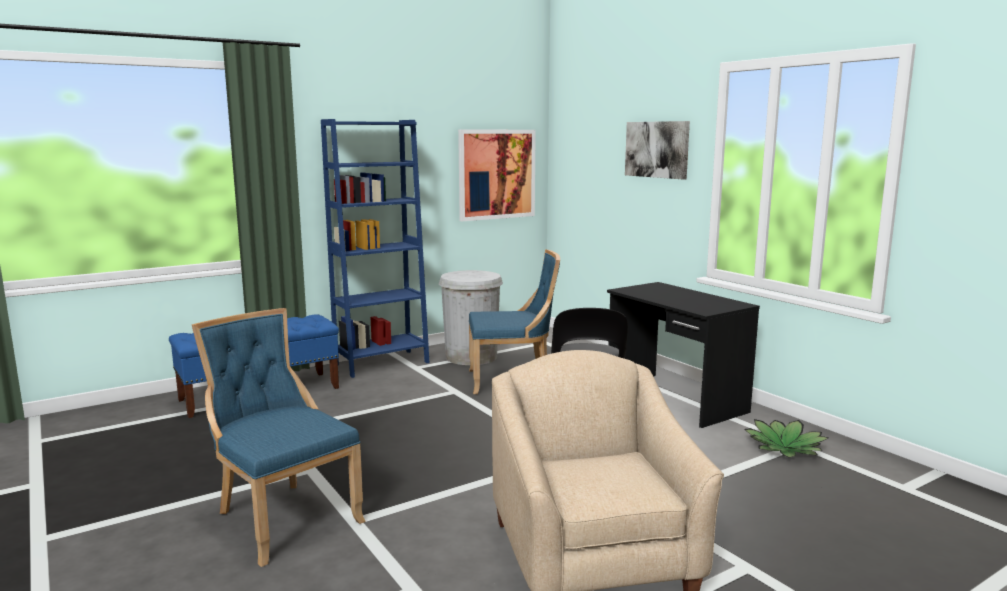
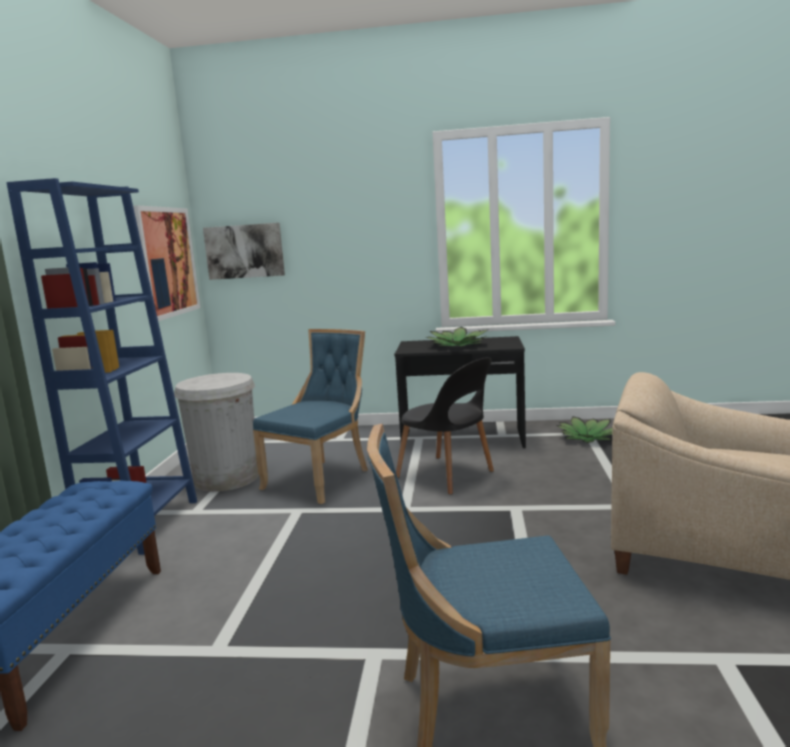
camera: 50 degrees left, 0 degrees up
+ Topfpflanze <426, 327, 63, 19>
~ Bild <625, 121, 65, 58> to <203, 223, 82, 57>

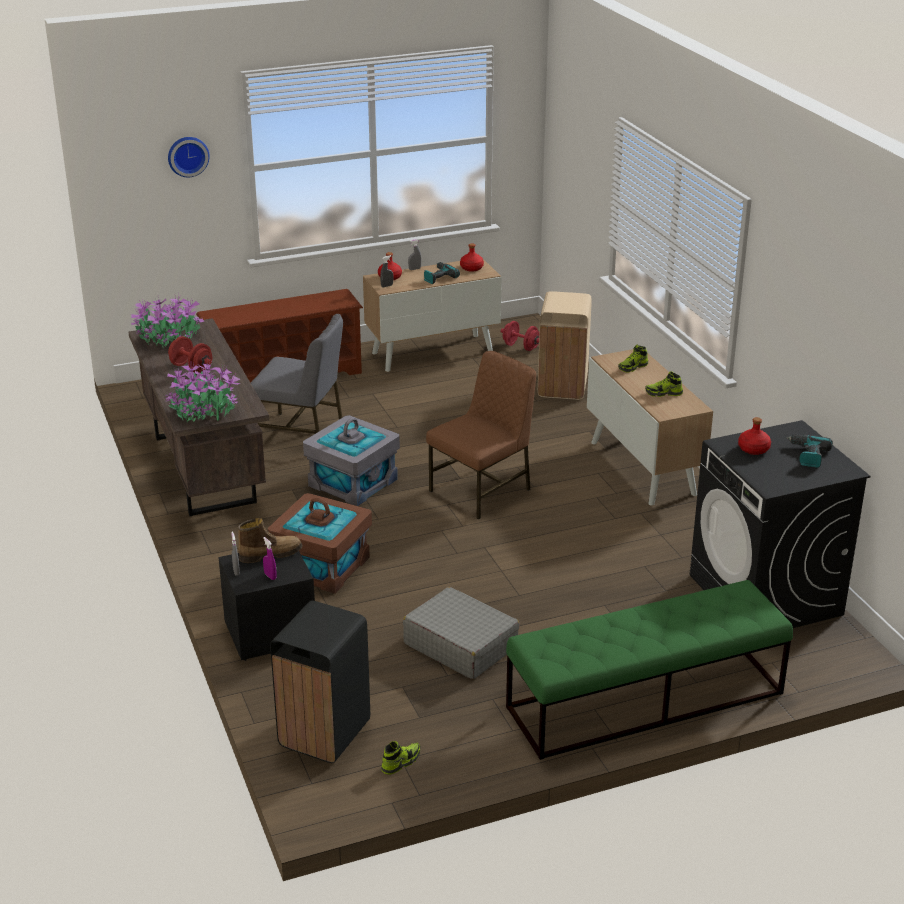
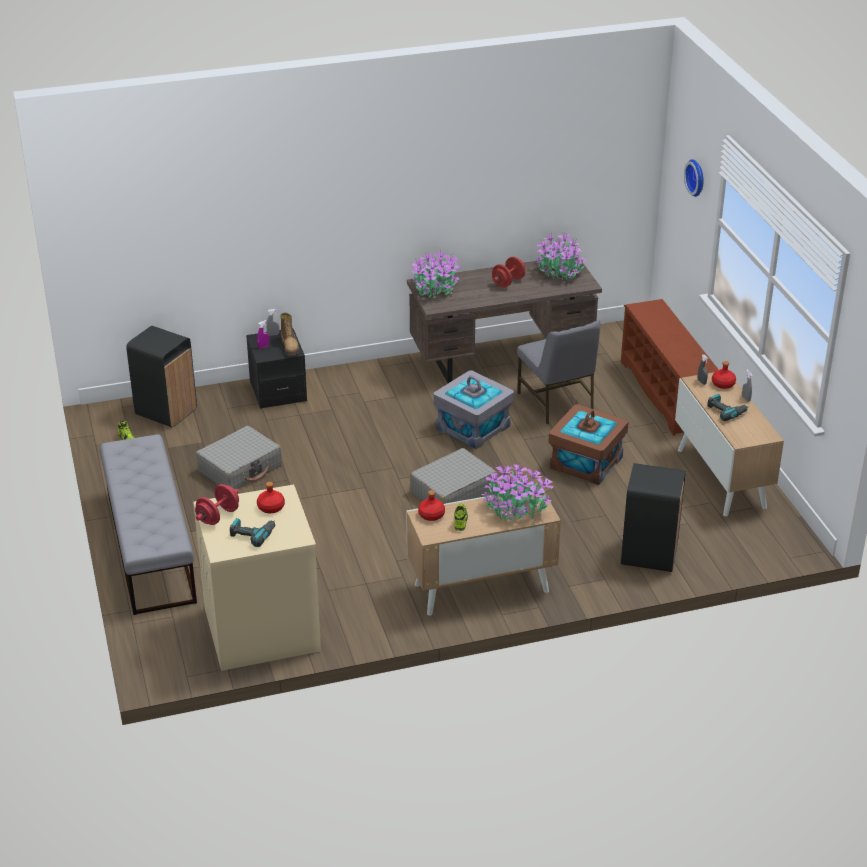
camera: 95 degrees right, 5 degrees up
~ Aufbewahrungsbox [braun] <268, 493, 104, 101> to <549, 404, 79, 81>
~ Flasche [rot] <460, 243, 24, 29> to <418, 490, 27, 31>
~ Hantel [rot] <501, 321, 38, 30> to <195, 484, 44, 41>
~ Stuhl [braun] <426, 351, 110, 168> to Koffer [grau] <410, 448, 86, 56>
~ Schuh <618, 345, 30, 28> to Topfpflanze <482, 462, 72, 59>
~ Bank [grün] <506, 580, 287, 180> to Bank [grau] <100, 435, 97, 180>
~ Mülleimer [beige] <538, 291, 54, 109> to Mülleimer [schwarz] <621, 463, 65, 109>
~ Waschmaschine [schwarz] <690, 420, 180, 208> to Waschmaschine [beige] <193, 484, 128, 187>
~ Stuhl [grau] <251, 314, 92, 120> = <517, 320, 83, 104> 45 degrees counterclockwise

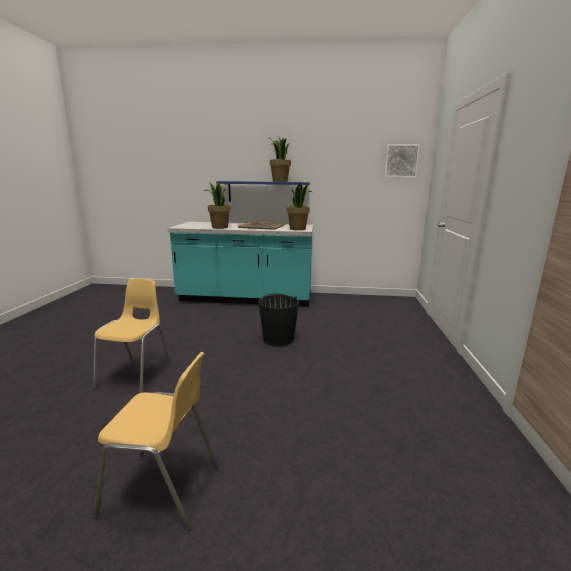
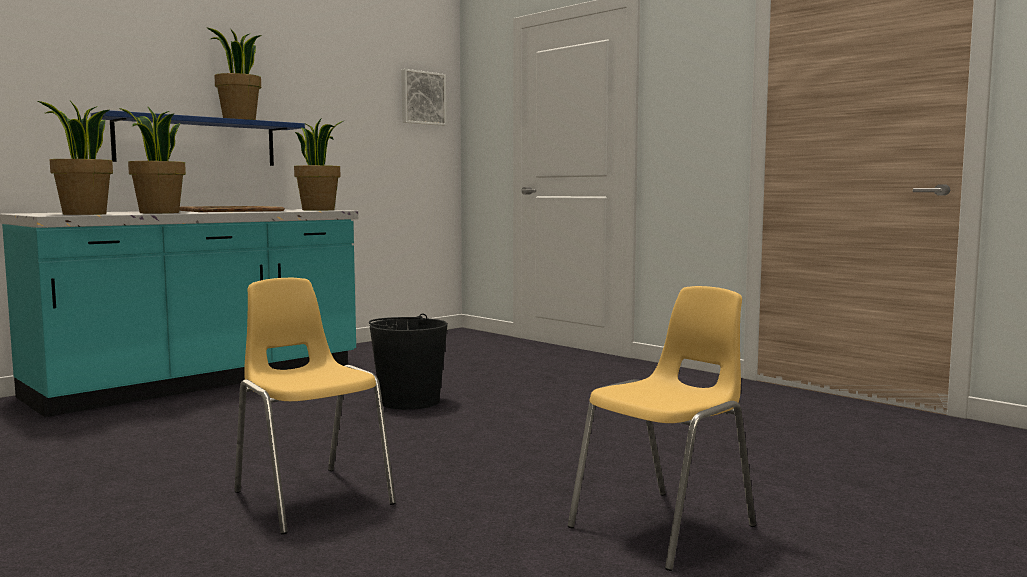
camera: 50 degrees left, 10 degrees down
+ Topfpflanze <38, 101, 75, 114>

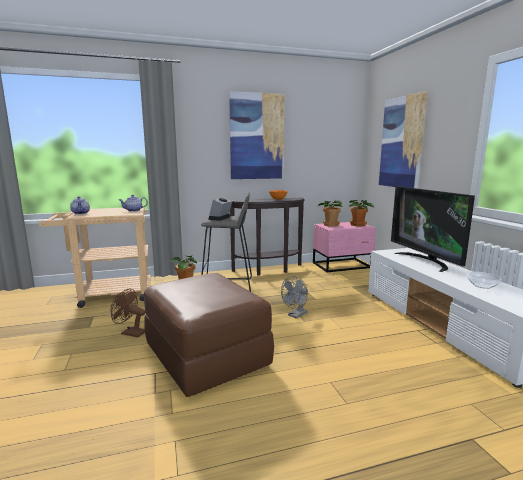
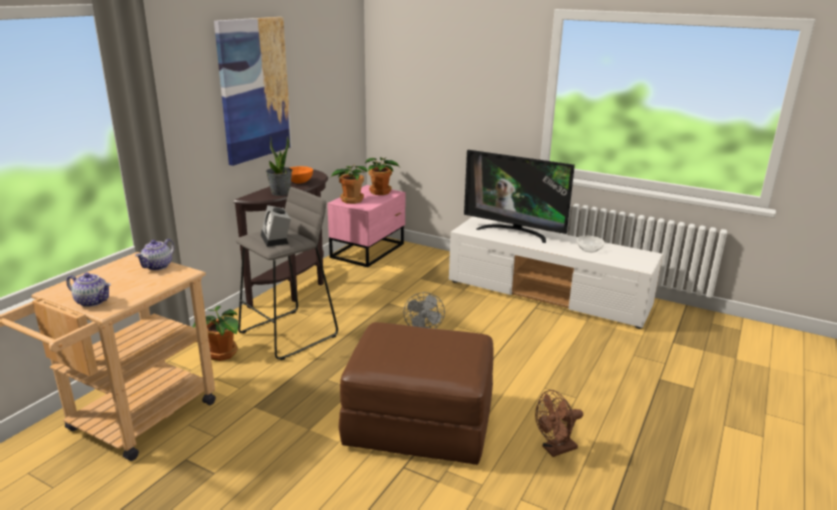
camera: 45 degrees left, 10 degrees up
- Bild <379, 91, 49, 98>
+ Topfpflanze <266, 136, 26, 60>
~ Ventilator [braun] <110, 289, 35, 48> to <535, 390, 48, 67>

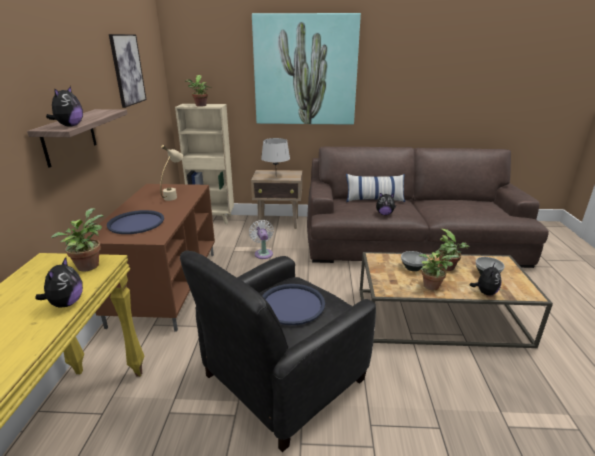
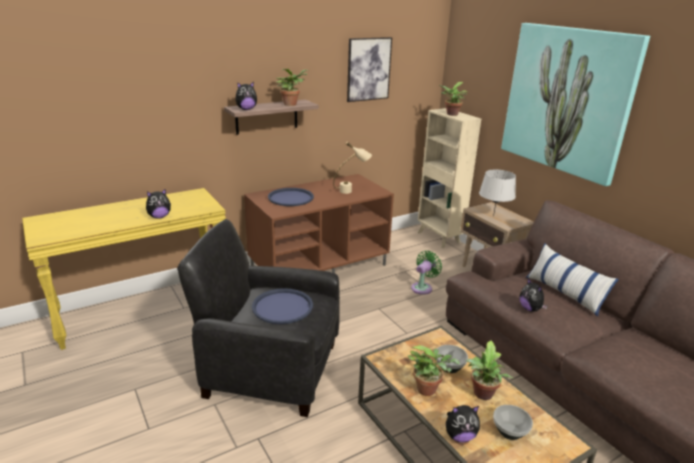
camera: 55 degrees right, 0 degrees up
~ Topfpflanze <51, 208, 53, 64> to <276, 69, 33, 37>
~ Ventilator [weiß] <249, 220, 25, 39> to Ventilator [grün] <411, 251, 31, 44>

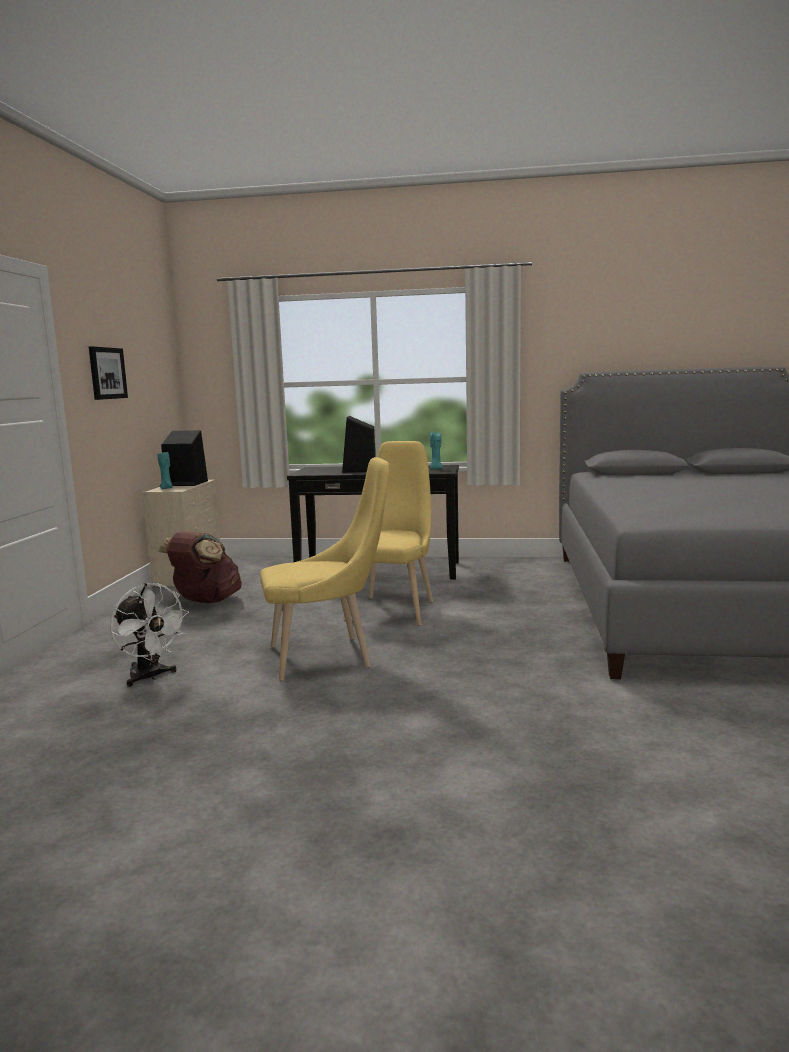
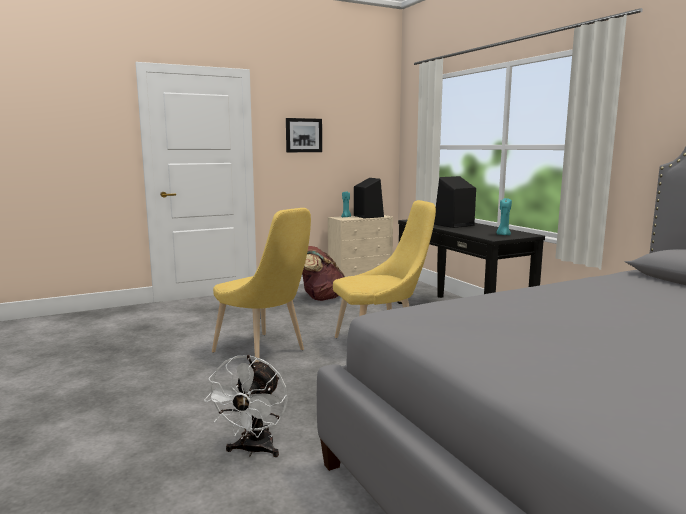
camera: 55 degrees right, 0 degrees up
~ Ventilator [weiß] <110, 583, 79, 104> to <204, 355, 84, 102>

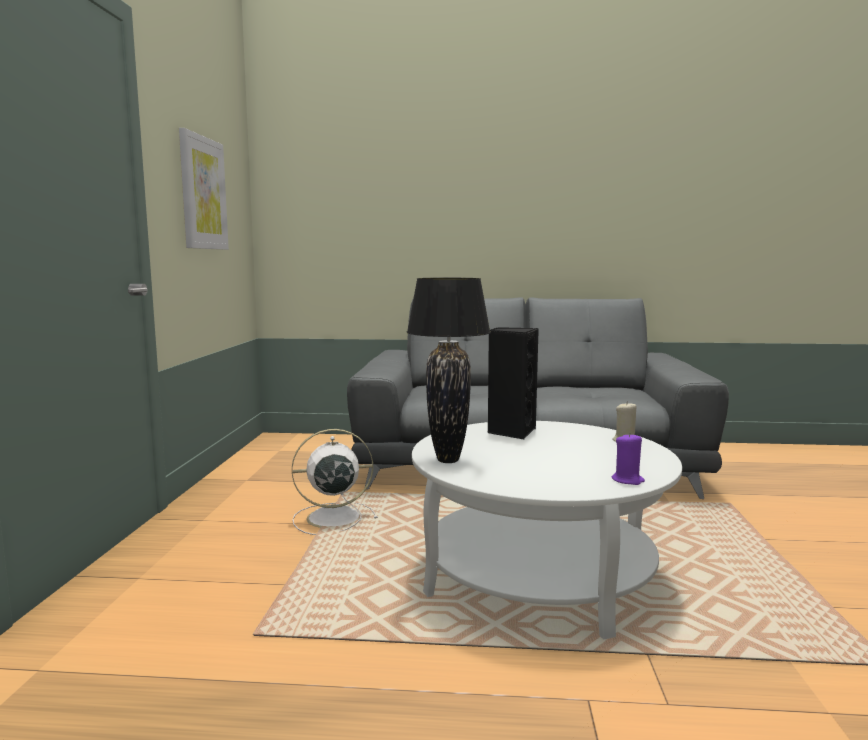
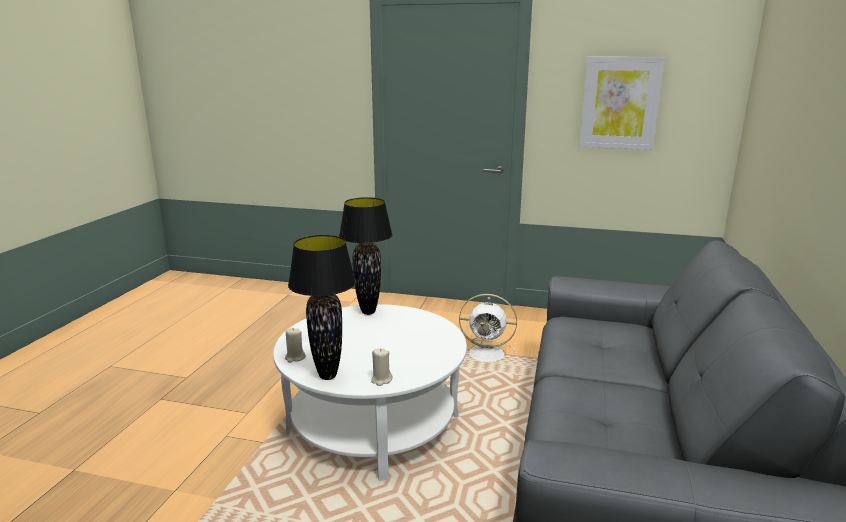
camera: 100 degrees right, 10 degrees up
- Lautsprecher [schwarz] <488, 327, 51, 112>
+ Tischlampe [schwarz] <288, 235, 68, 145>
~ Kerze [lila] <612, 433, 33, 52> to Kerze [beige] <285, 328, 21, 35>
~ Ventilator [weiß] <292, 429, 86, 106> = <459, 294, 58, 69> 105 degrees clockwise

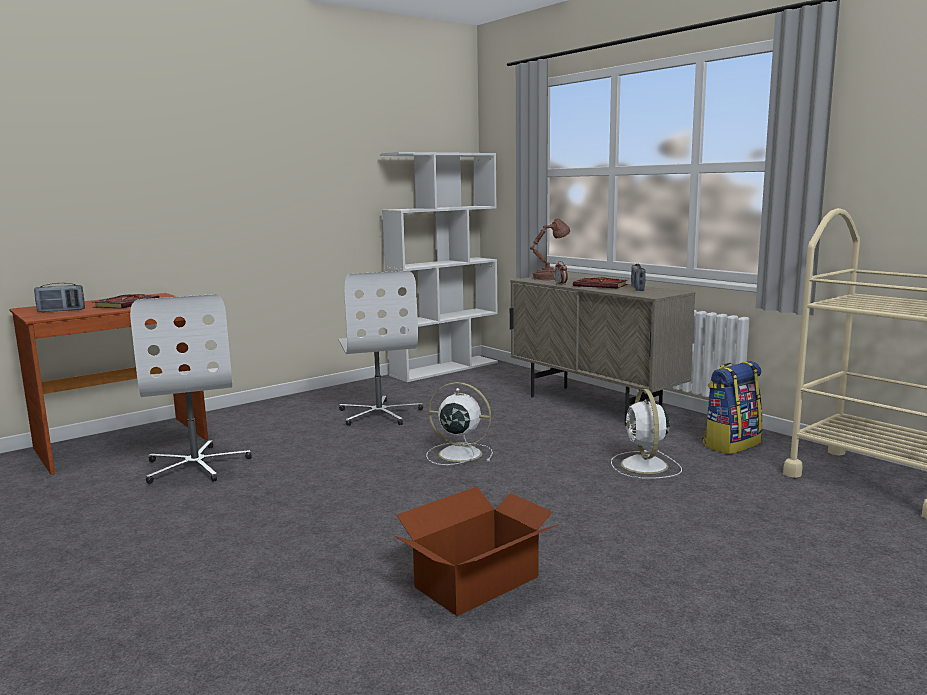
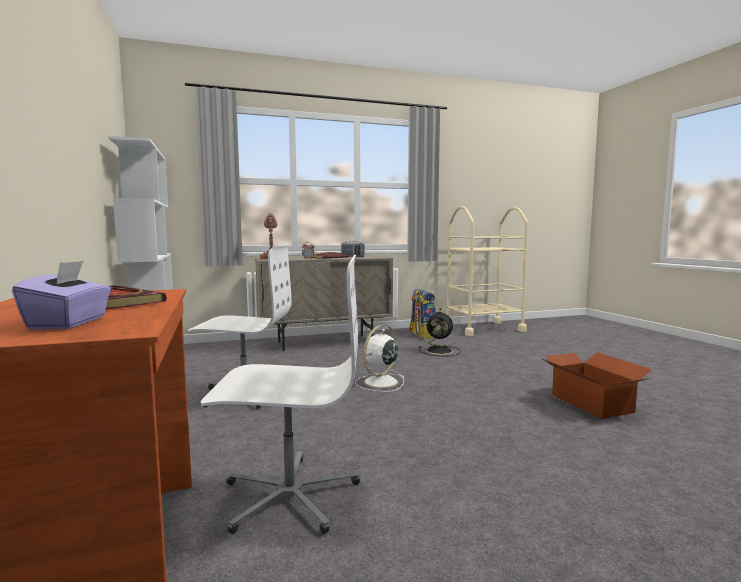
camera: 70 degrees left, 5 degrees down
~ Radio <34, 283, 51, 29> to Taschentuchbox [lila] <12, 260, 99, 69>
~ Ventilator [weiß] <611, 389, 71, 90> to Ventilator [schwarz] <419, 305, 42, 51>

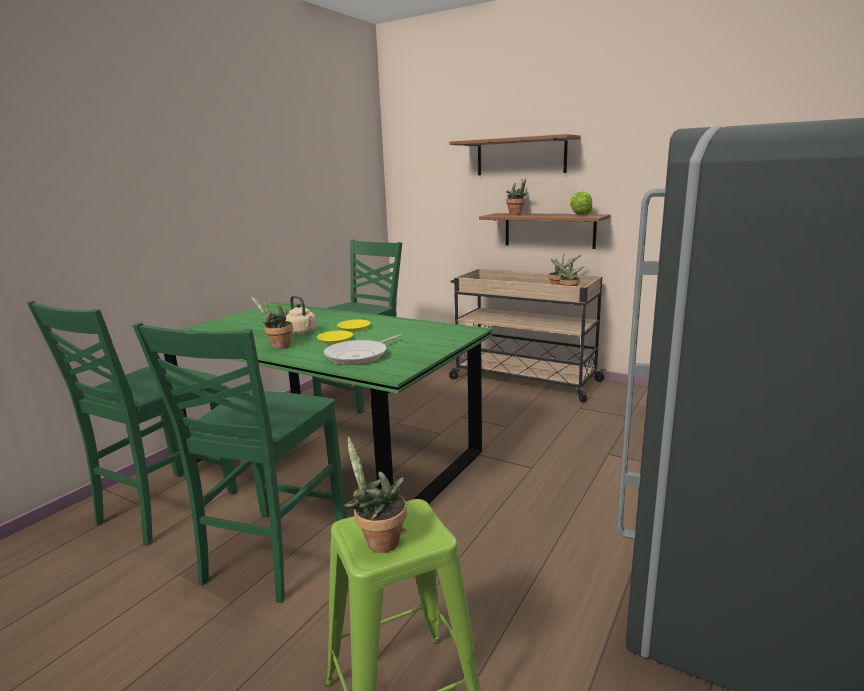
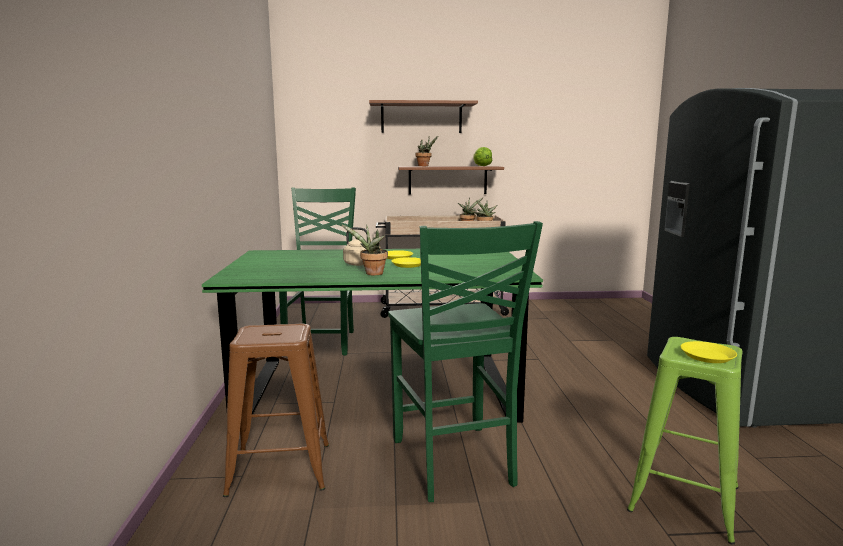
camera: 35 degrees left, 5 degrees down
- Pfanne <324, 334, 77, 31>
~ Stuhl [grün] <27, 301, 211, 245> to Hocker [braun] <223, 324, 106, 173>
~ Topfpflanze <344, 436, 63, 117> to Teller [gelb] <680, 341, 57, 22>

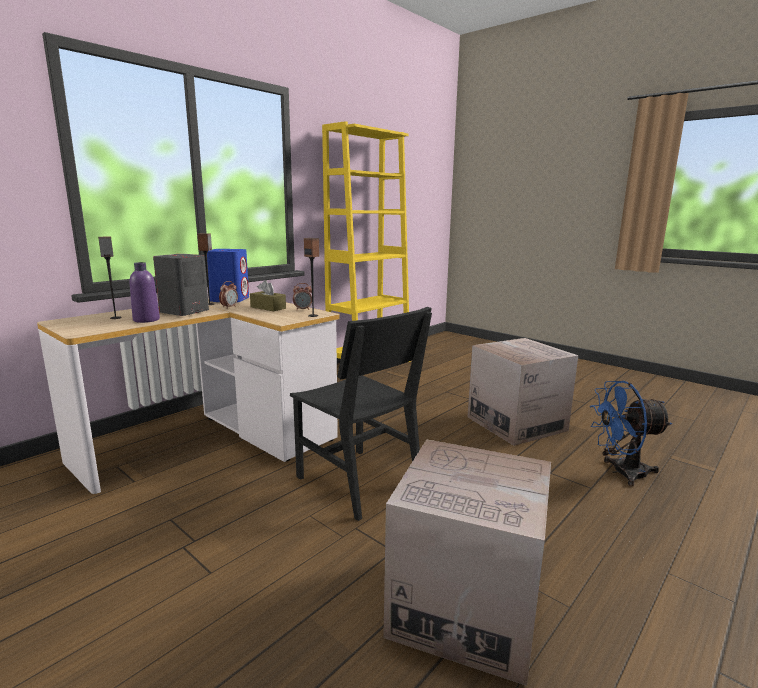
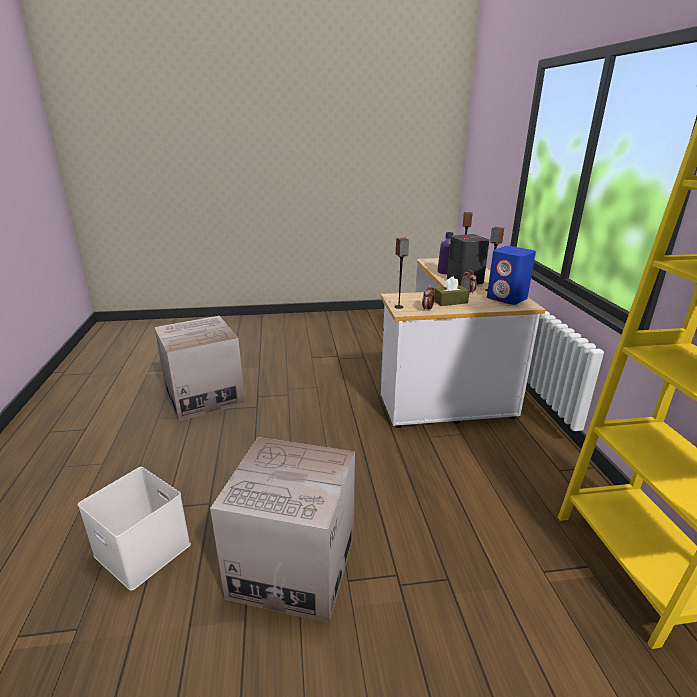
camera: 130 degrees right, 10 degrees up
- Stuhl [schwarz] <290, 307, 142, 214>
~ Ventilator [blau] <590, 381, 82, 106> to Aufbewahrungsbox [weiß] <78, 467, 113, 124>

